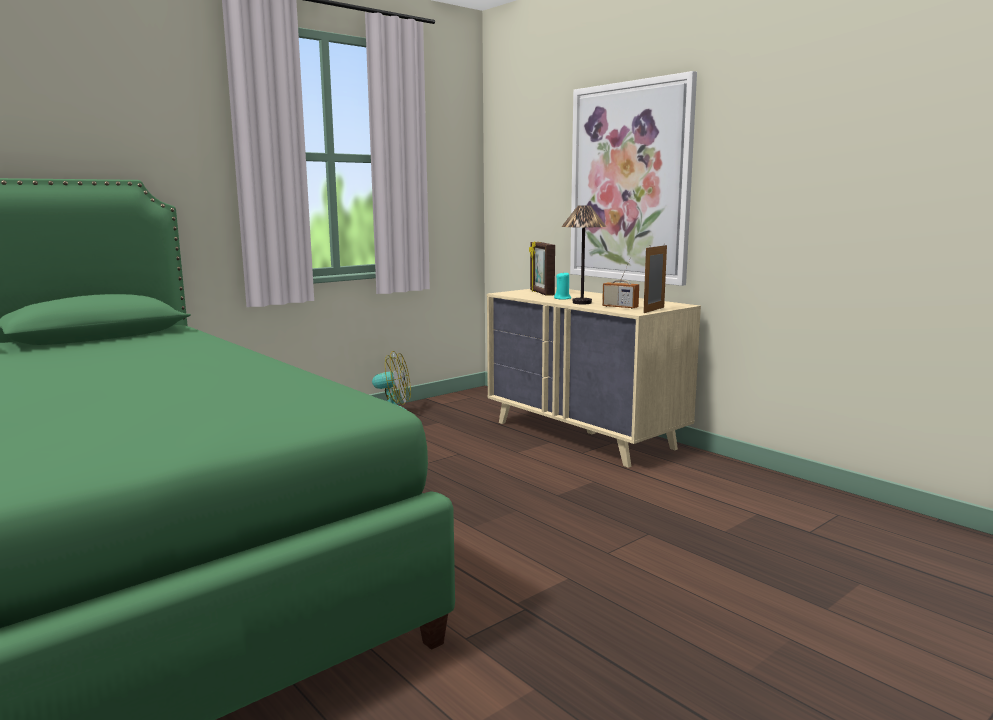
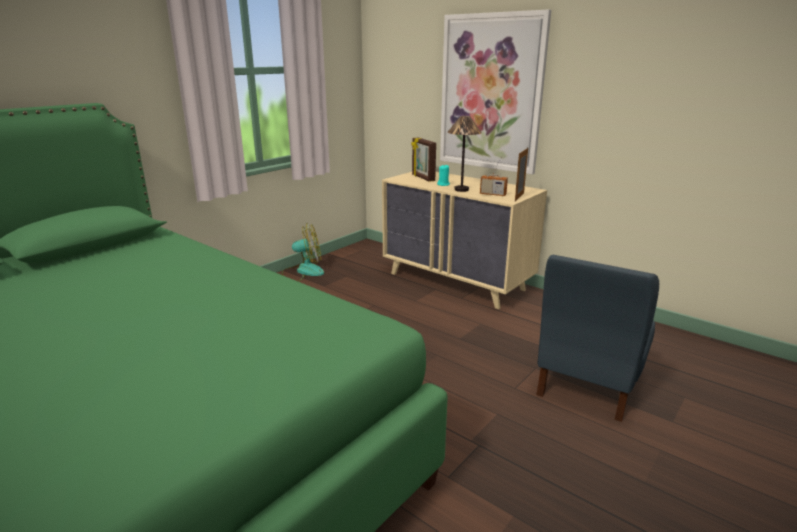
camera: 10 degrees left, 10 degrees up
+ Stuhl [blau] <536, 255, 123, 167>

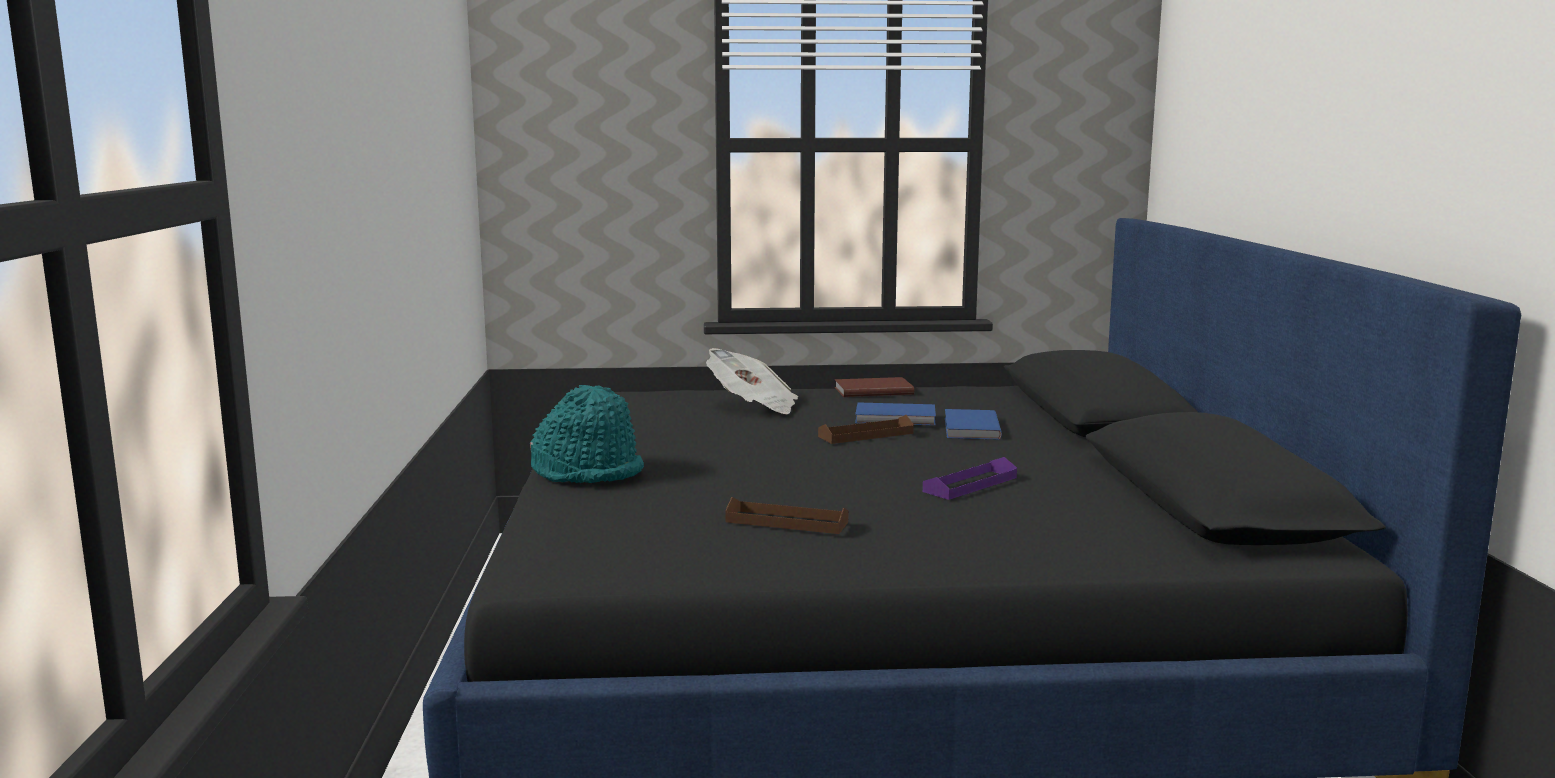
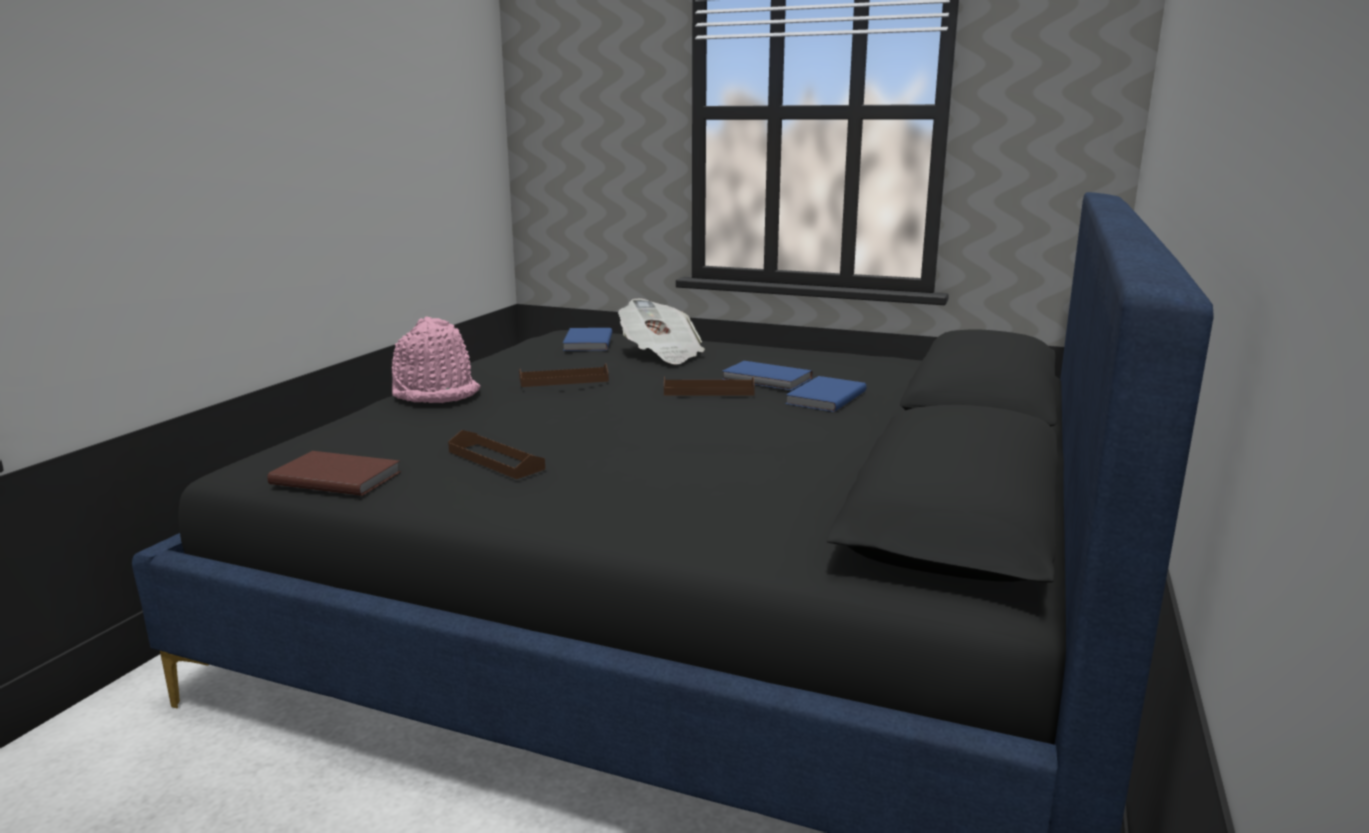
camera: 25 degrees right, 5 degrees up
- Tablett [lila] <923, 457, 94, 43>
+ Tablett [braun] <519, 363, 90, 24>
+ Buch [blau] <563, 328, 49, 23>
~ Buch [braun] <835, 377, 79, 20> to <267, 451, 134, 45>
~ Hut [türkis] <530, 385, 114, 98> to Hut [rosa] <391, 317, 89, 86>

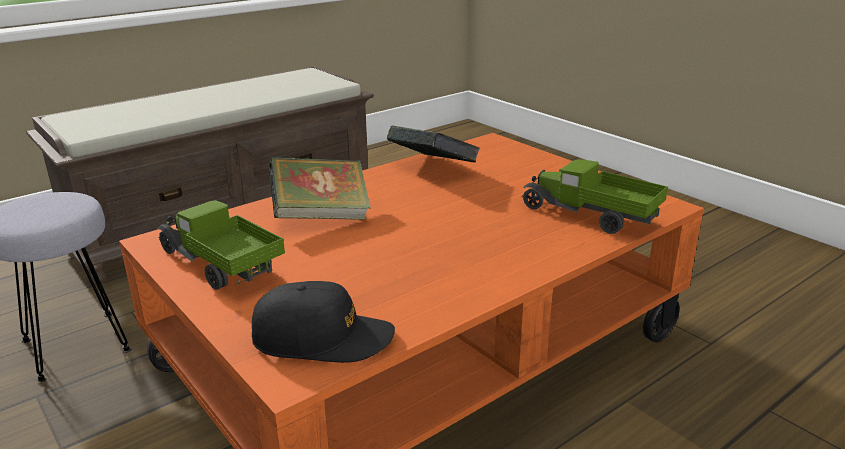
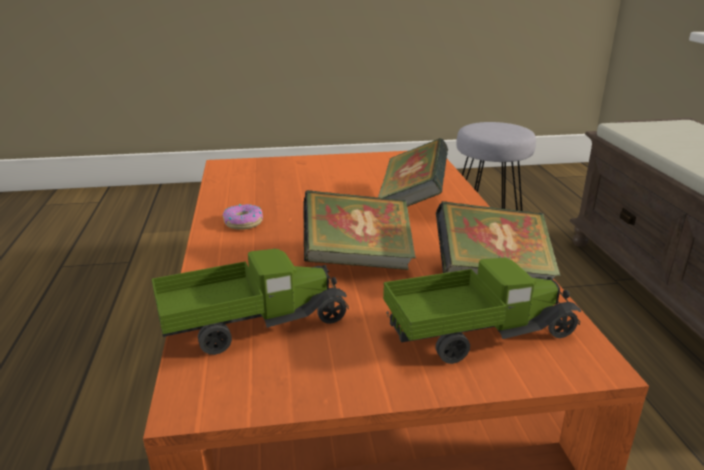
camera: 120 degrees right, 0 degrees up
- Kappe [schwarz] <252, 281, 143, 82>
+ Donut <222, 204, 41, 26>
+ Buch <303, 190, 113, 80>
~ Spielzeuglaster <156, 200, 129, 90> to <383, 256, 198, 108>

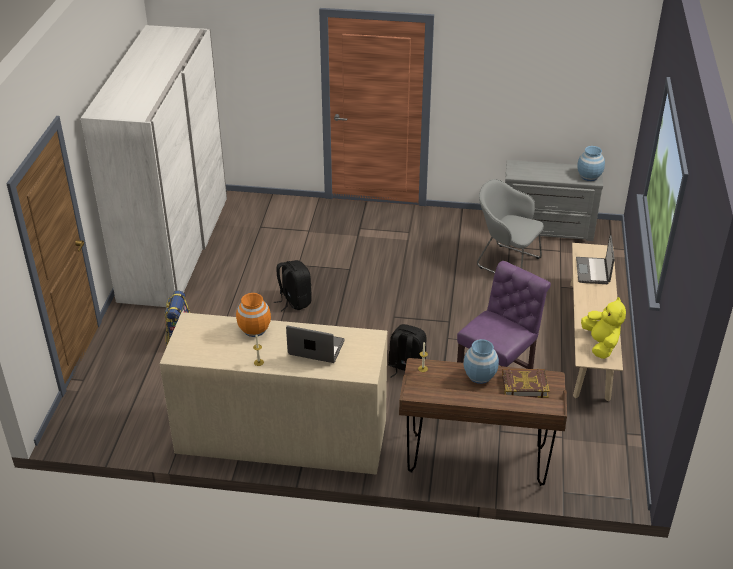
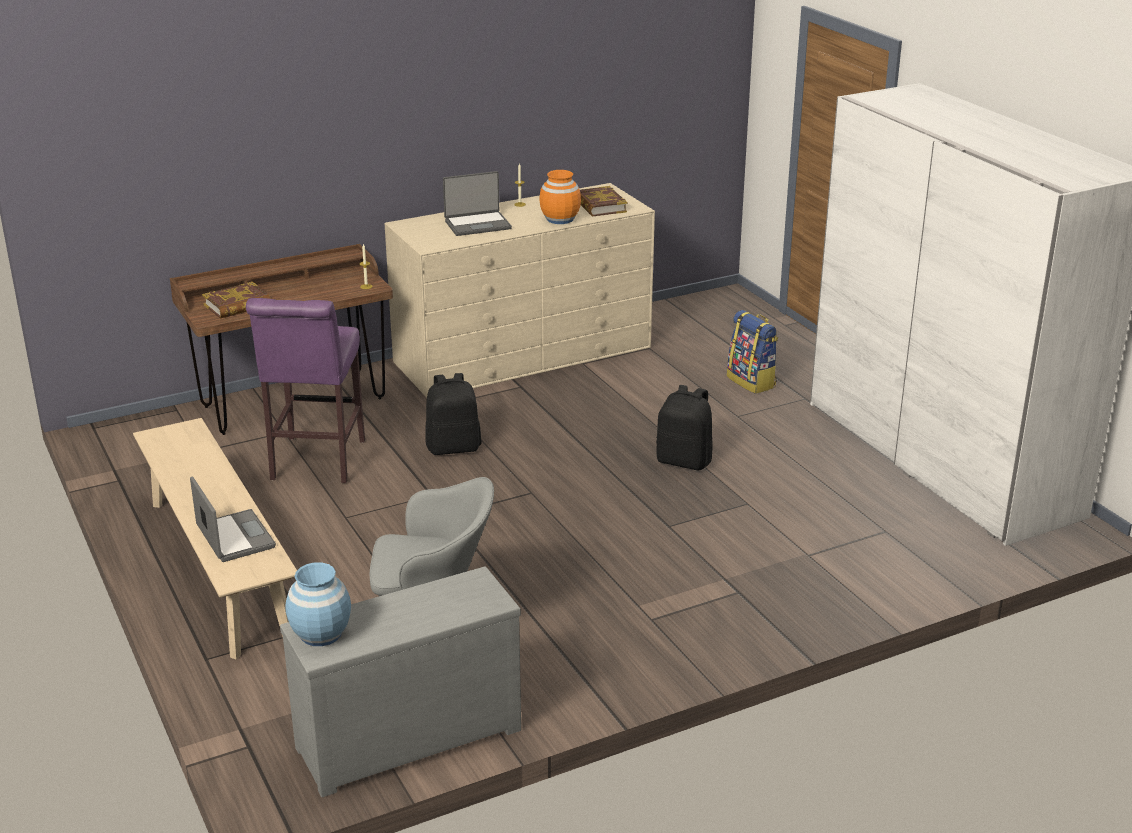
camera: 145 degrees right, 10 degrees down
- Vase [blau] <464, 339, 35, 45>
- Plüschtier [gelb] <581, 297, 45, 62>
+ Buch <580, 186, 47, 30>

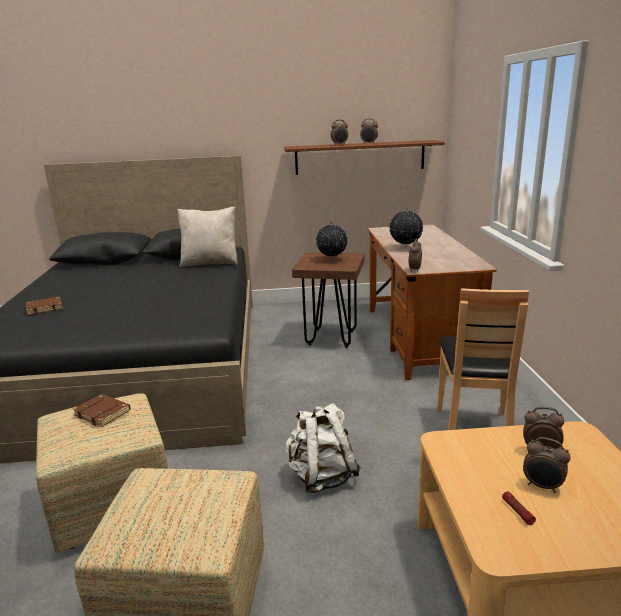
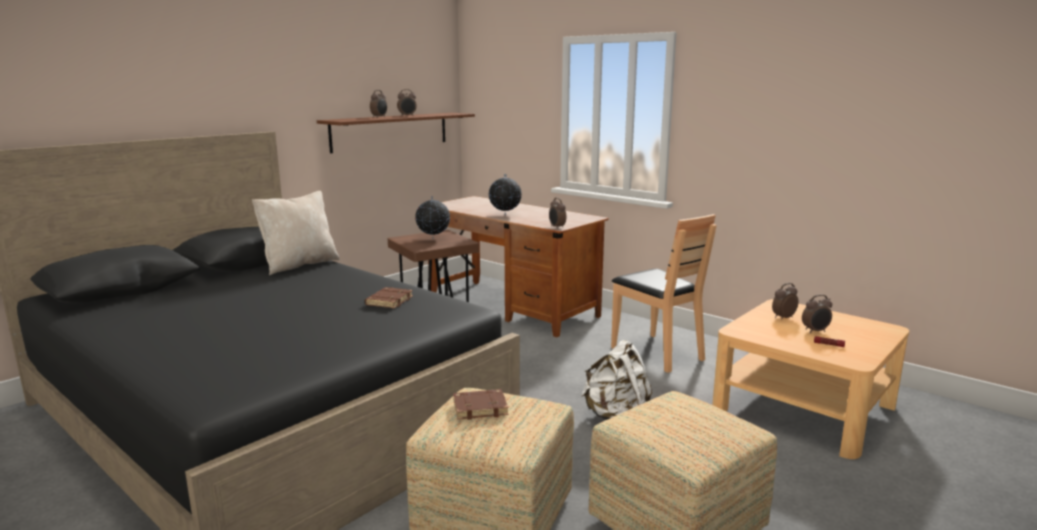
camera: 45 degrees left, 5 degrees down
~ Buch [braun] <26, 297, 37, 18> to <365, 287, 48, 21>

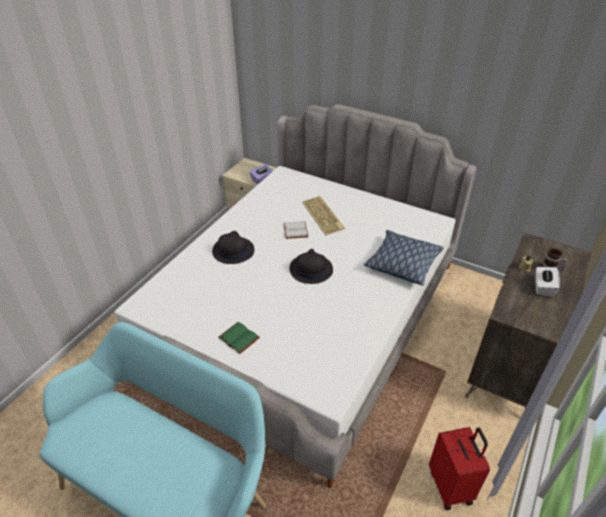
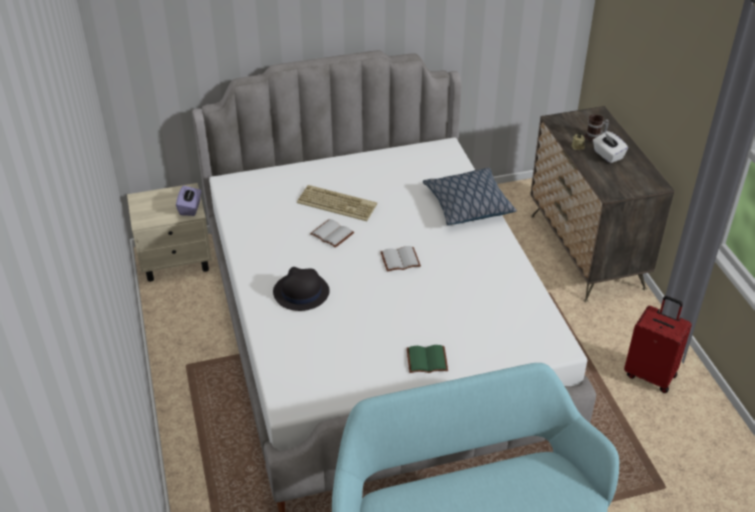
camera: 45 degrees left, 0 degrees up
~ Hut [schwarz] <290, 249, 43, 35> to Buch [weiß] <381, 246, 40, 26>

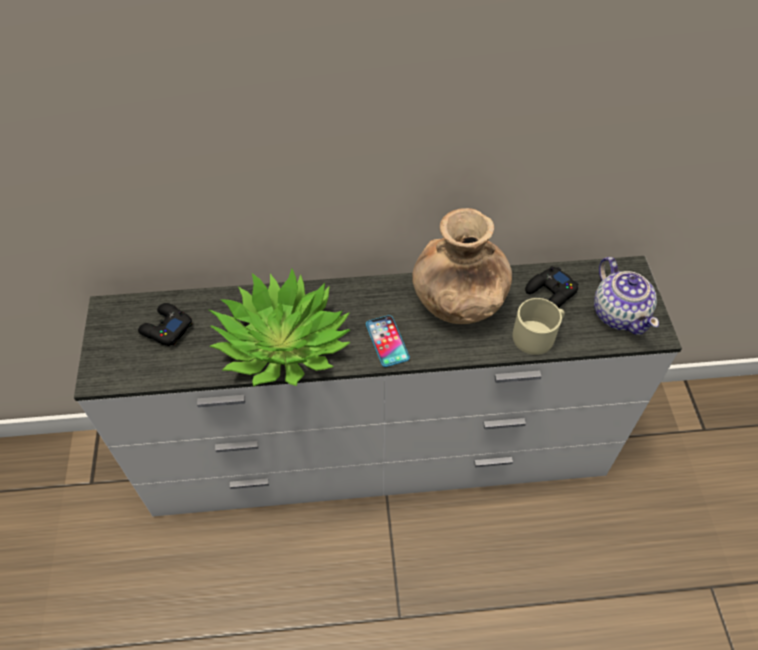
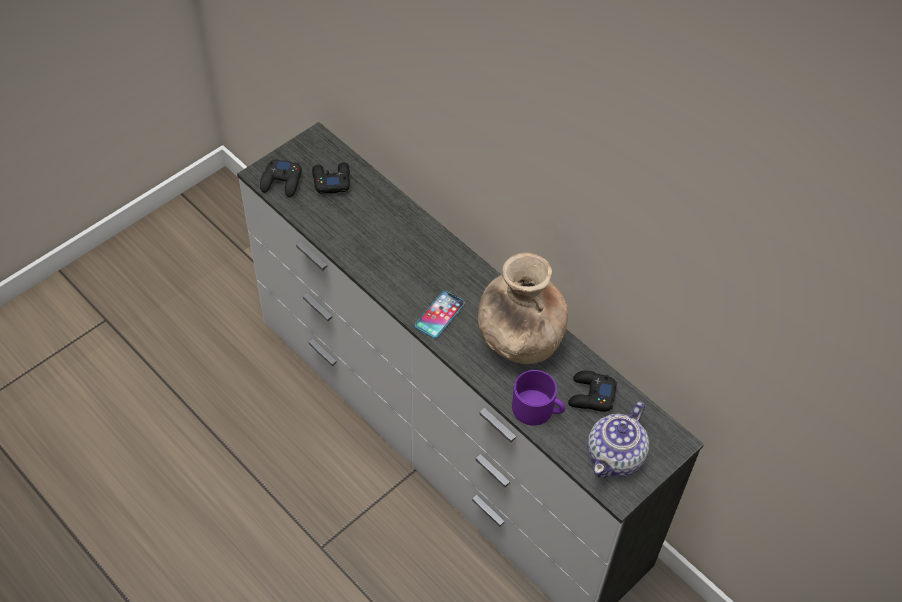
camera: 50 degrees right, 0 degrees up
- Topfpflanze <209, 268, 142, 119>
+ Gamepad [schwarz] <260, 159, 42, 38>
~ Henkelbecher [beige] <512, 298, 53, 57> to Henkelbecher [lila] <512, 370, 53, 56>

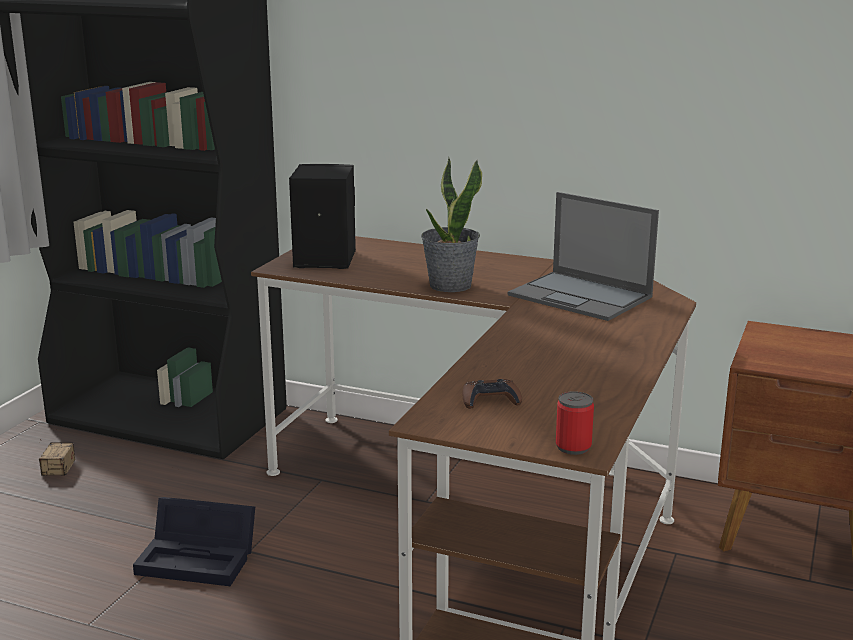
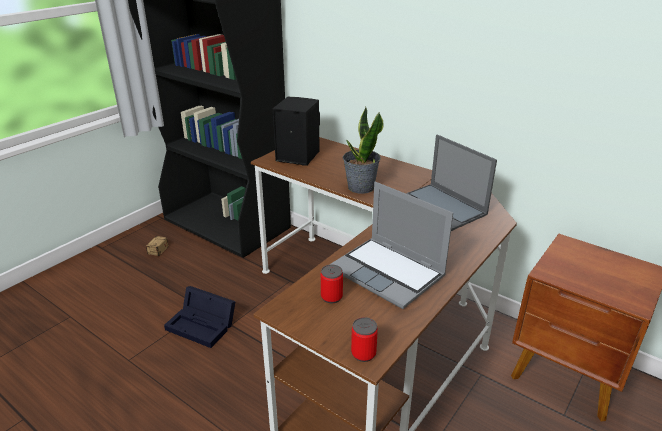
camera: 15 degrees right, 10 degrees up
+ Laptop <329, 182, 124, 127>
~ Gamepad [braun] <463, 379, 59, 30> to Dose <321, 265, 22, 38>

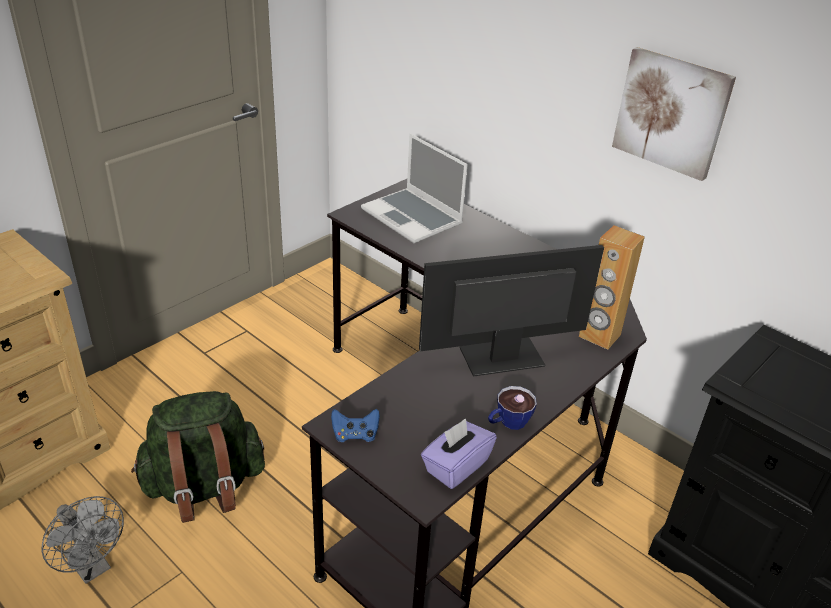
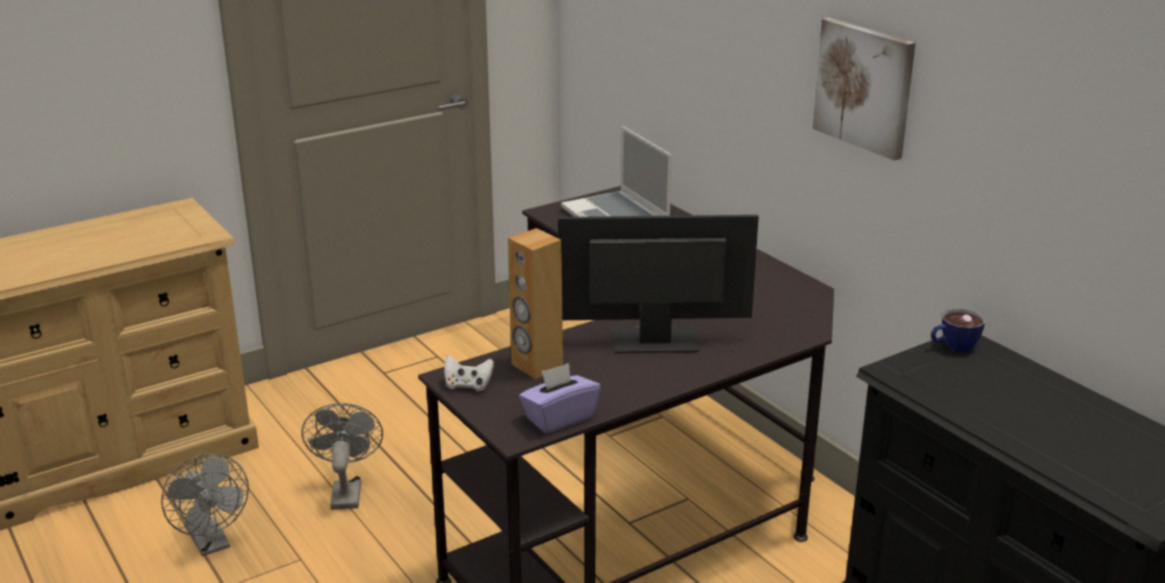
camera: 15 degrees right, 10 degrees down
~ Tasse <488, 386, 49, 44> to <931, 308, 54, 45>
~ Lautsprecher [braun] <579, 225, 66, 125> to <508, 228, 55, 151>
~ Rucksack [grün] <131, 391, 134, 132> to Ventilator [grau] <302, 403, 81, 107>
~ Gamepad [blau] <331, 409, 49, 33> to Gamepad [weiß] <444, 355, 50, 36>

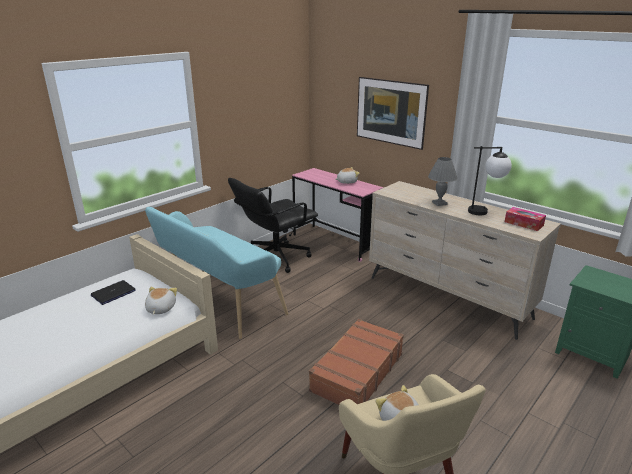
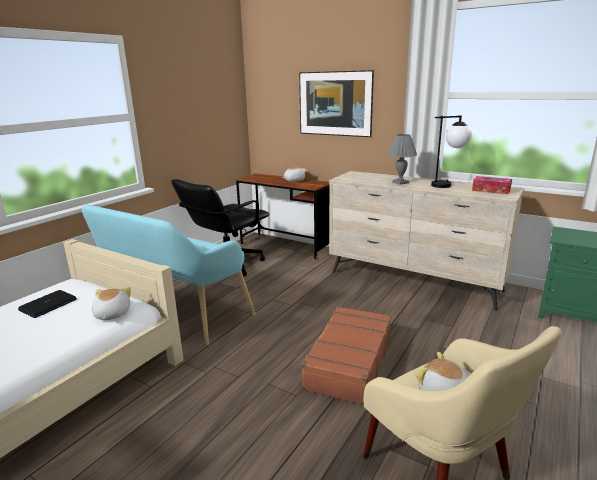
camera: 10 degrees left, 5 degrees down
~ Schreibtisch [rosa] <292, 168, 92, 94> to Schreibtisch [braun] <236, 173, 93, 87>

